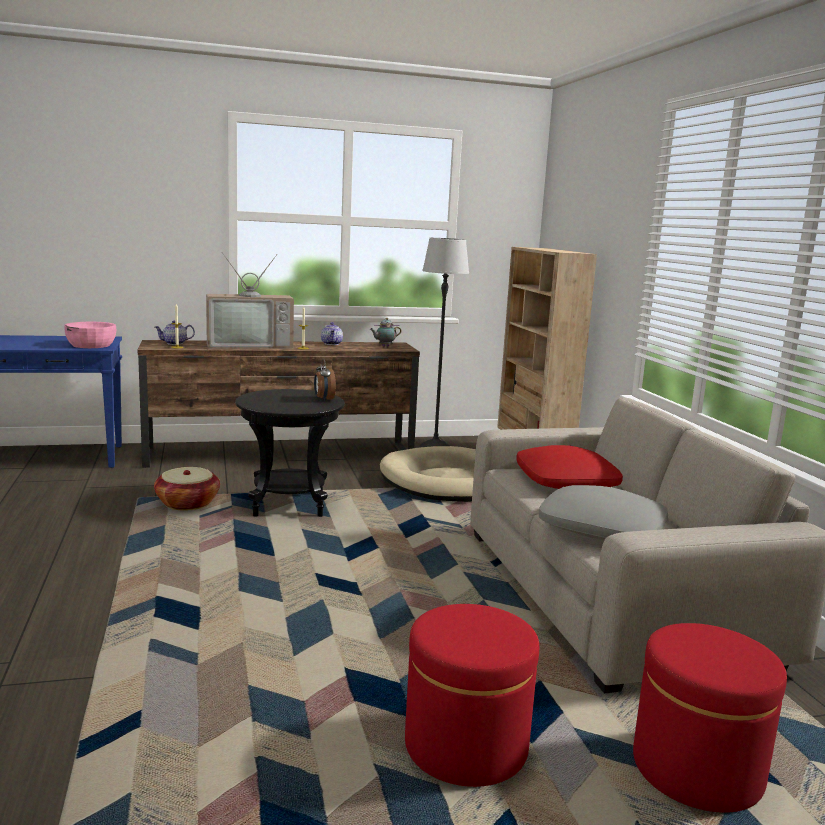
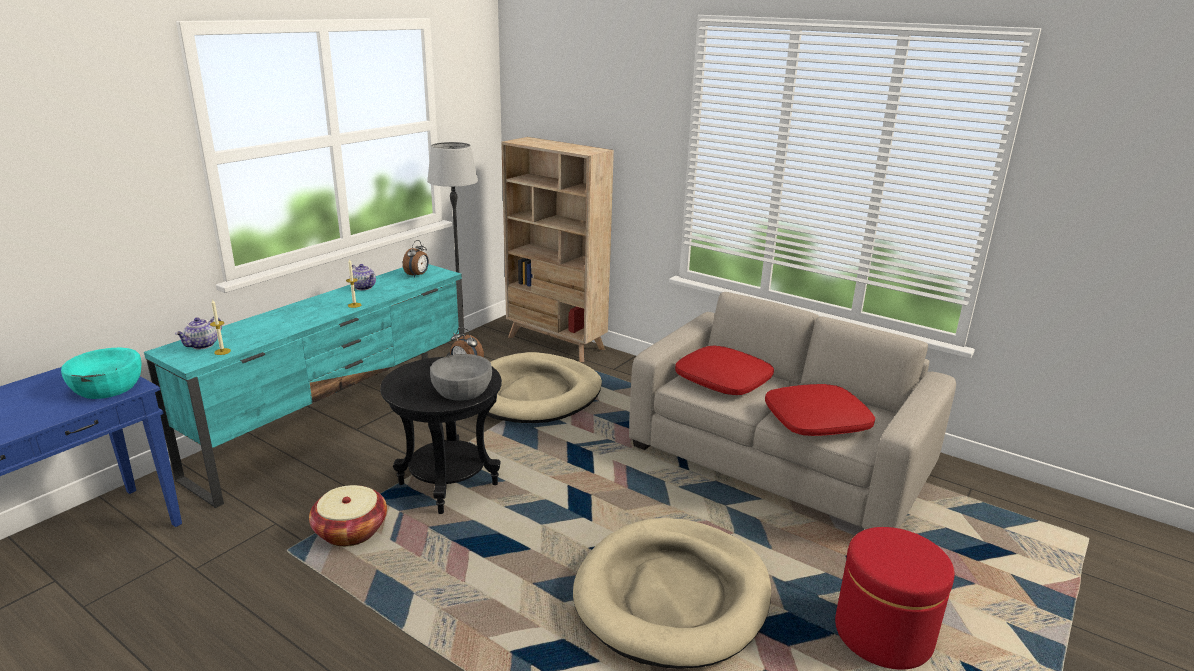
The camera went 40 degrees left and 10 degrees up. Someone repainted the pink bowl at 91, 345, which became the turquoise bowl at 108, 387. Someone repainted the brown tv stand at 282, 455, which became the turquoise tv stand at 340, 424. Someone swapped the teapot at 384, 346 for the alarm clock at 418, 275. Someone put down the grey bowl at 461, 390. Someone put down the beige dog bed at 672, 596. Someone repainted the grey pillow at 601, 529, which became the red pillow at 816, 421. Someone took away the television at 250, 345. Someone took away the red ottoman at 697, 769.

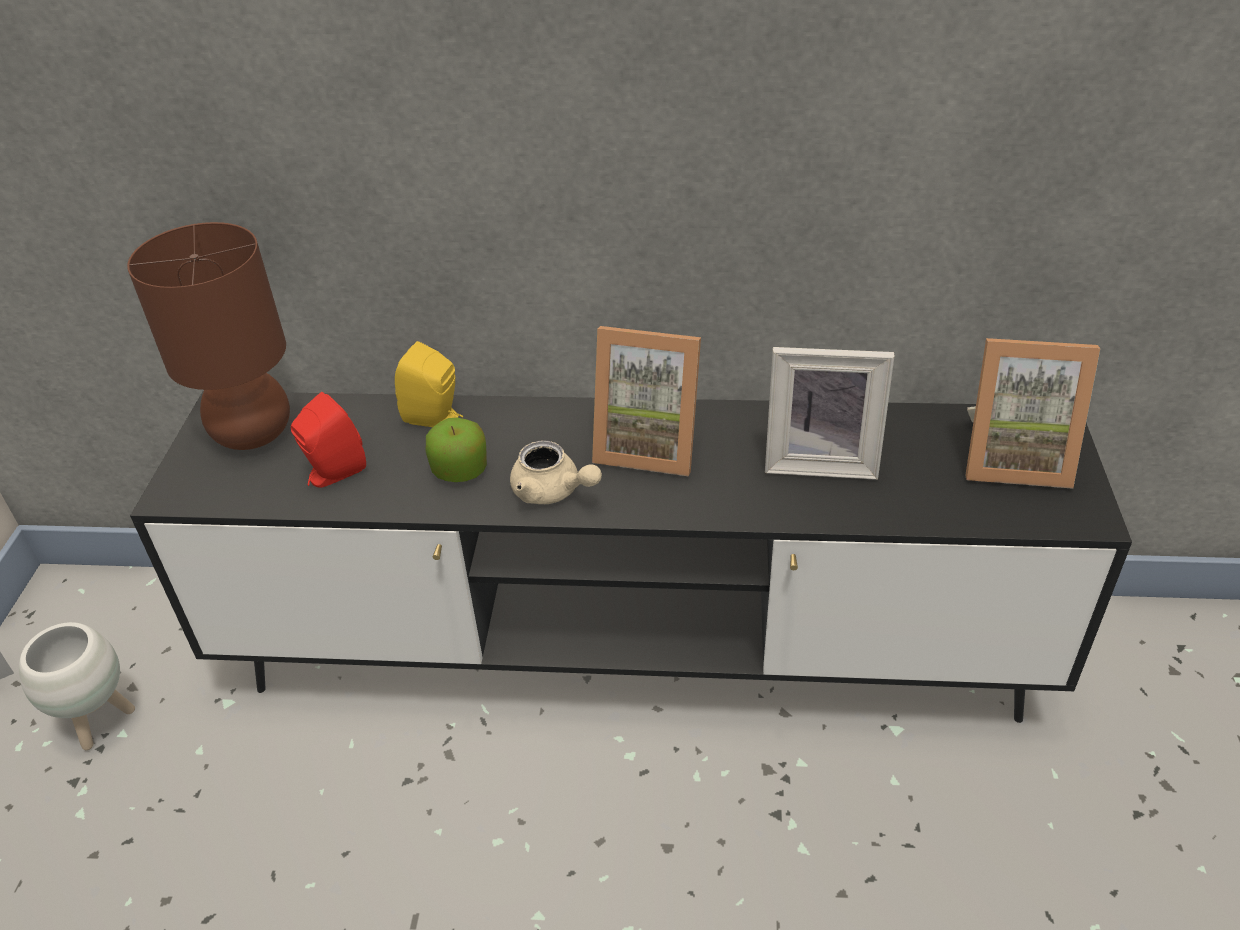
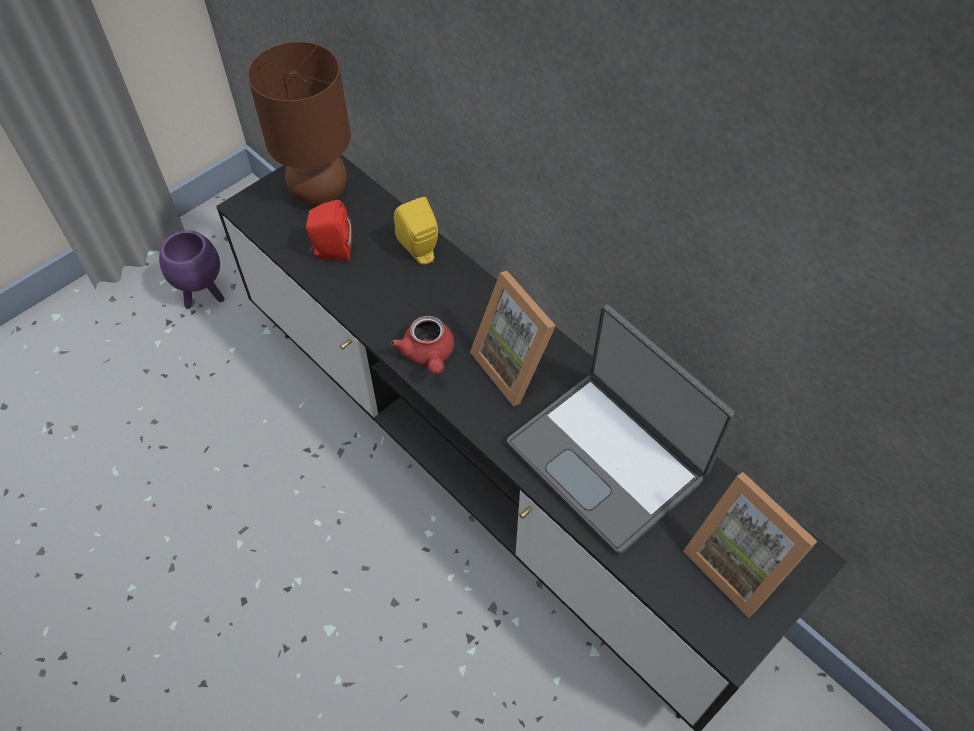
The camera went 40 degrees right and 15 degrees up. Someone repainted the white planter at 99, 723, which became the purple planter at 203, 296. Someone repainted the beige teapot at 553, 492, which became the red teapot at 428, 355. Someone swapped the picture frame at 820, 461 for the laptop at 608, 459. Someone took away the apple at 460, 470.

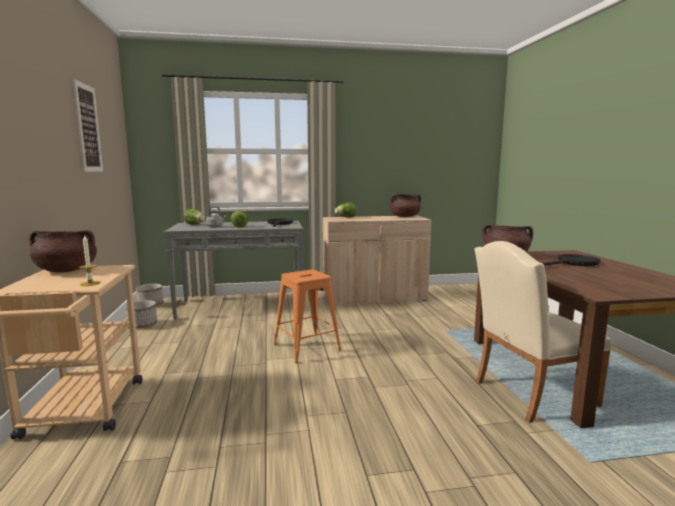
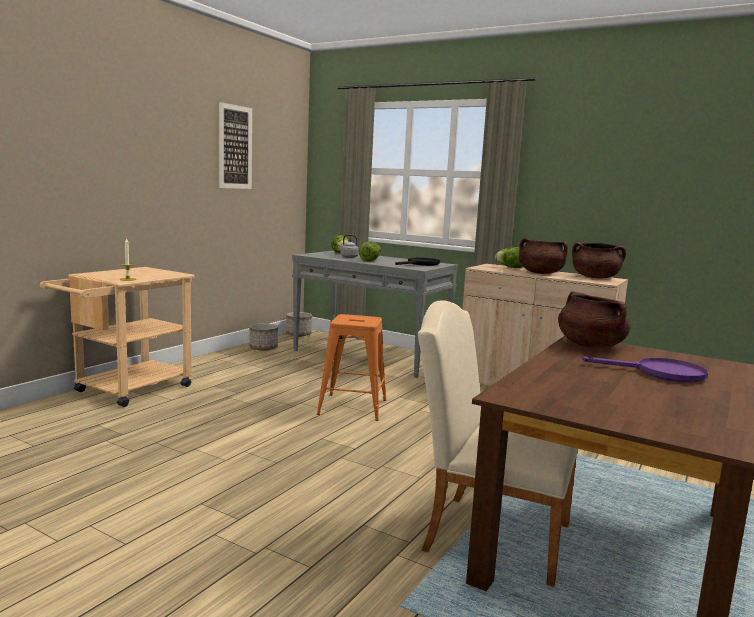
The camera went 40 degrees right and 0 degrees up. Someone carried the brown cooking pot from 66, 271 to 540, 273. Someone repainted the black frying pan at 574, 263, which became the purple frying pan at 660, 373.

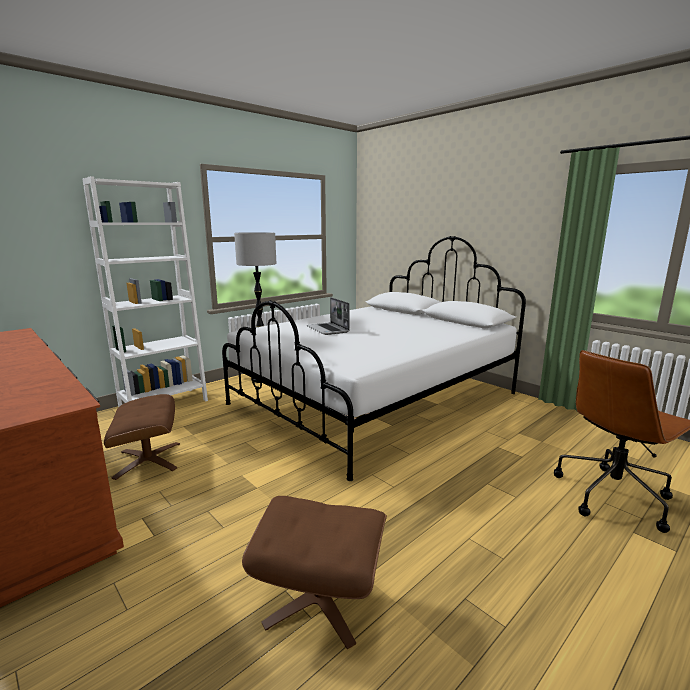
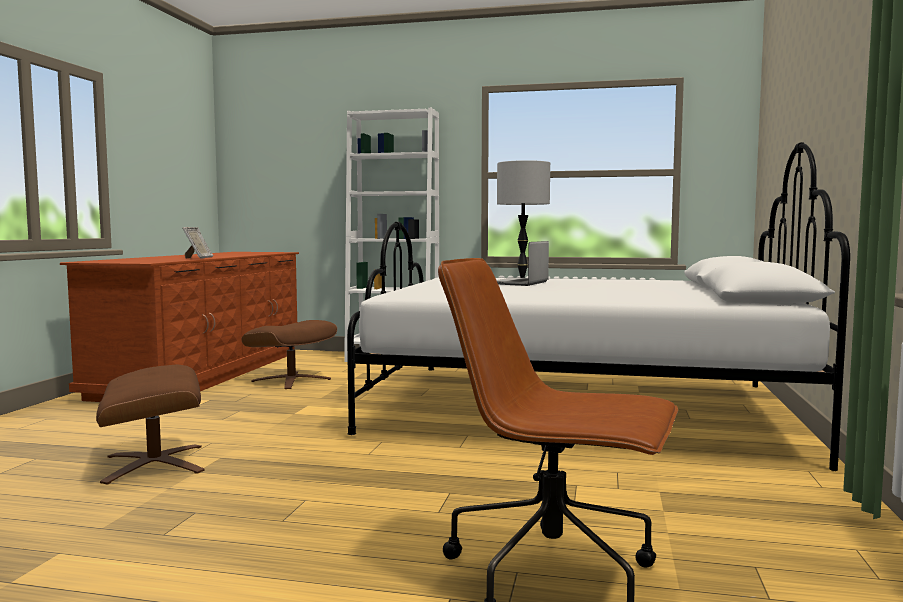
The camera went 55 degrees right and 10 degrees down. Someone put down the picture frame at 198, 258.

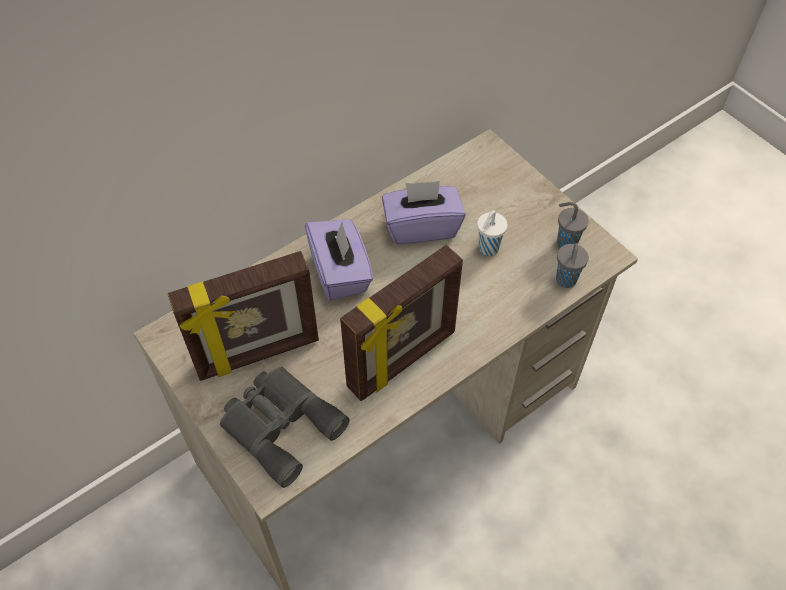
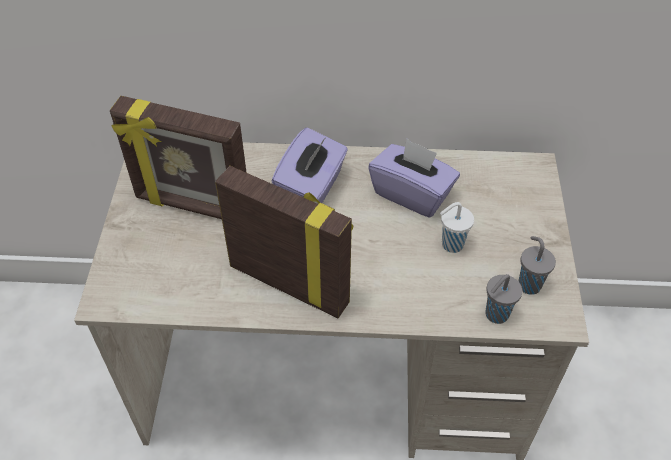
The camera went 40 degrees right and 5 degrees down. Someone rotated the picture frame at 403, 360 by 150 degrees counterclockwise. Someone took away the grey binoculars at 280, 424.

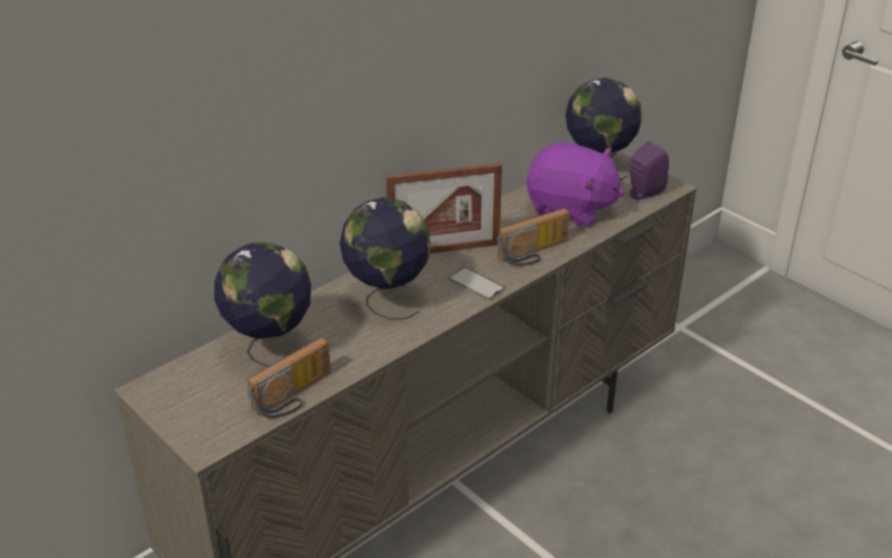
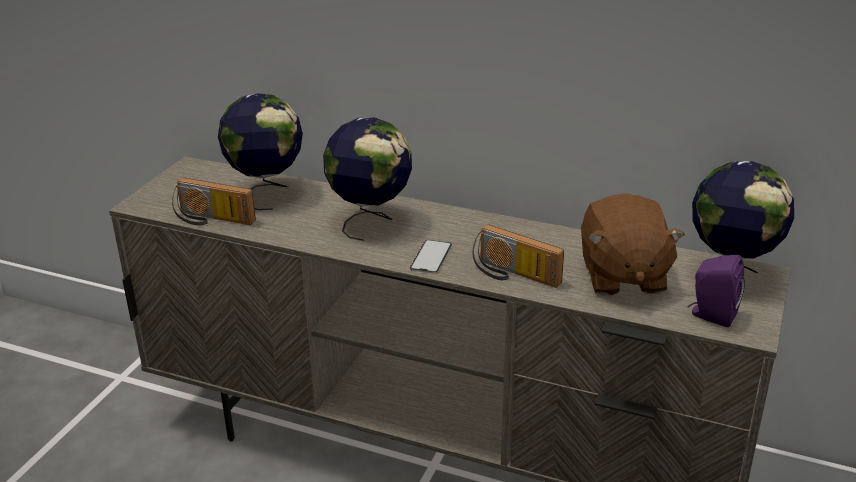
The camera went 65 degrees right and 5 degrees down. Someone repainted the purple plush toy at 571, 208, which became the brown plush toy at 622, 276. Someone took away the picture frame at 444, 250.

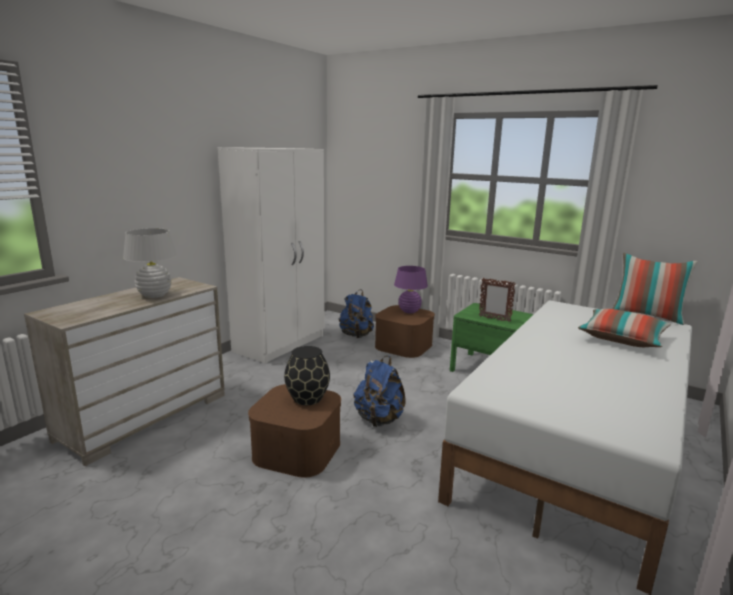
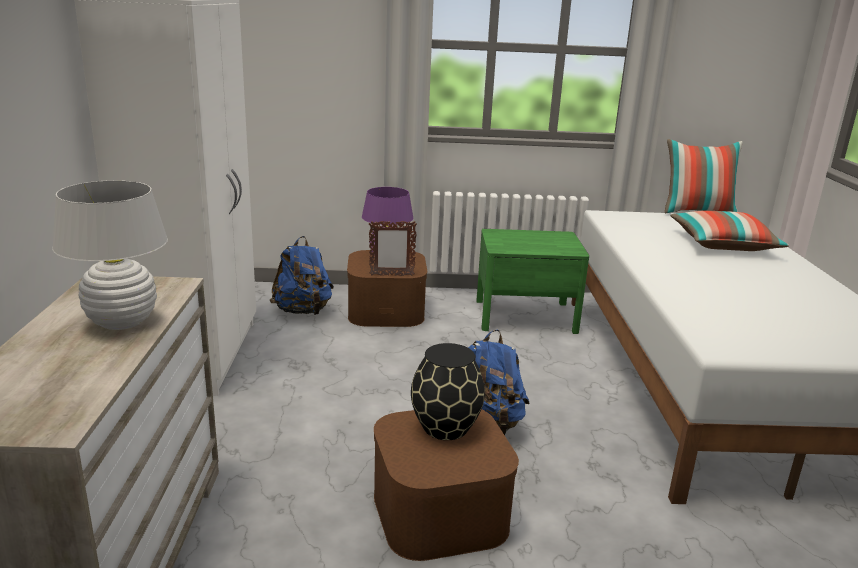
The camera went 35 degrees left and 5 degrees up. Someone carried the picture frame from 494, 319 to 391, 275.

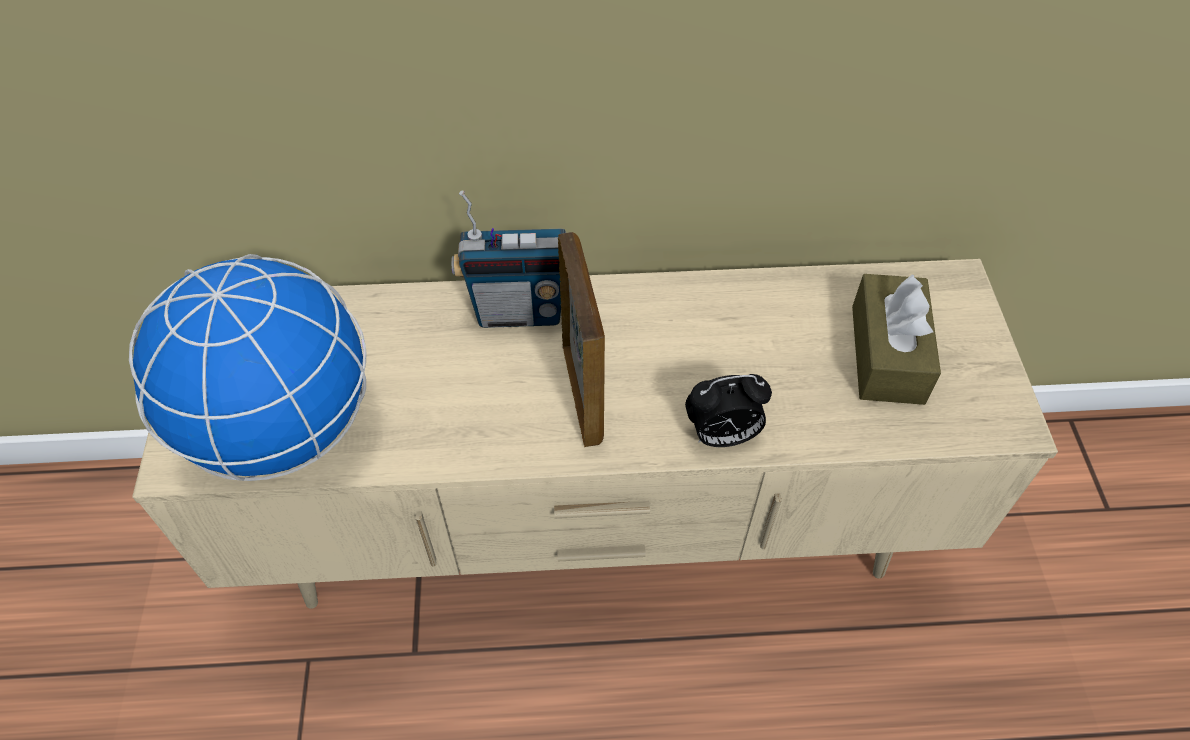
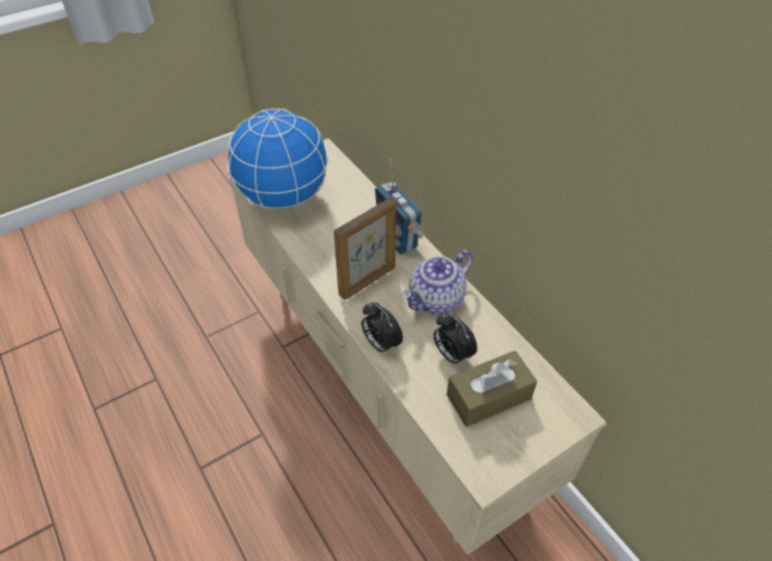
The camera went 60 degrees right and 5 degrees down. Someone put down the teapot at 436, 300. Someone put down the alarm clock at 452, 354.

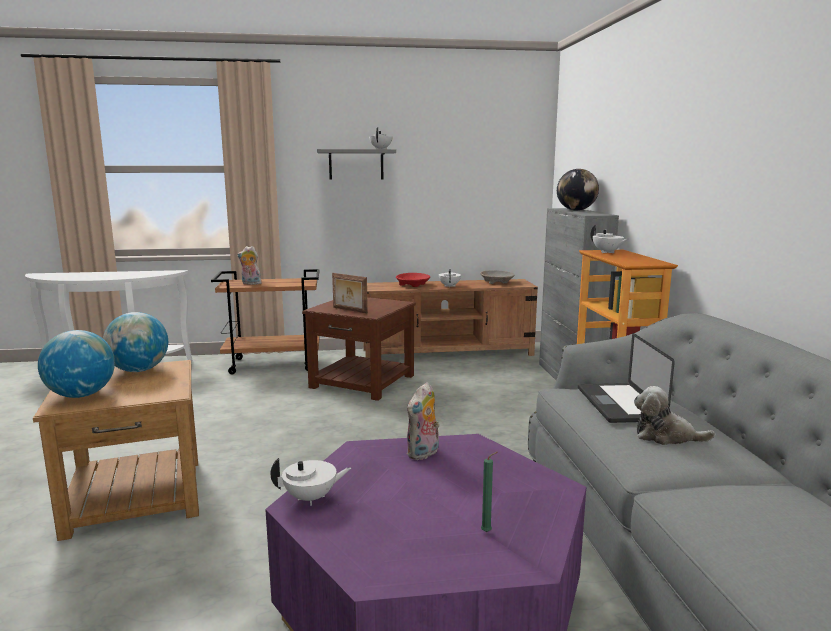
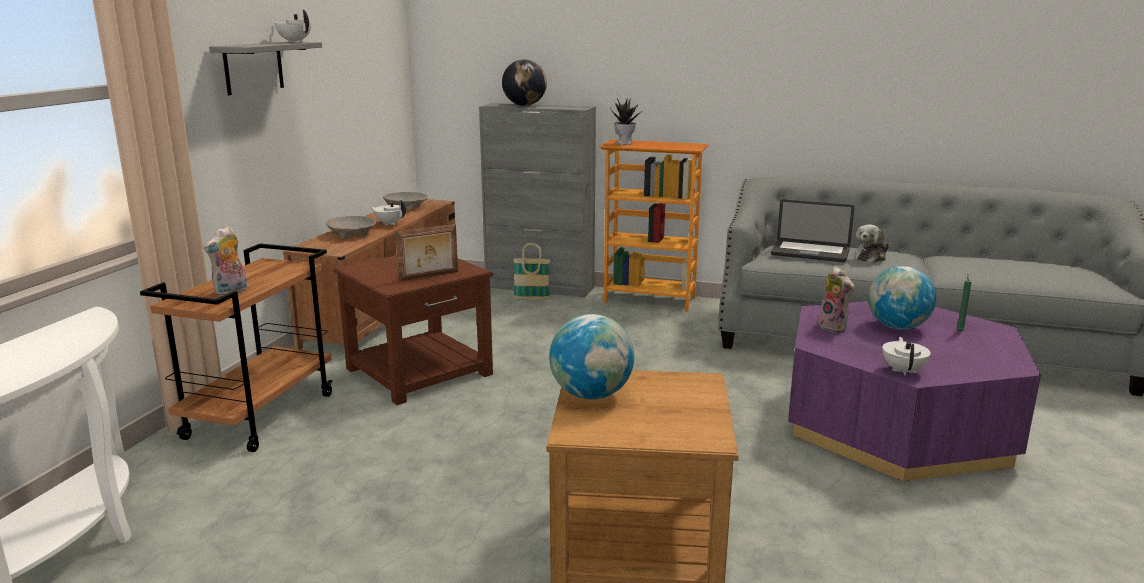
The camera went 65 degrees left and 5 degrees up. Someone repainted the red bowl at 413, 285, which became the beige bowl at 352, 234. Someone put down the basket at 532, 298. Someone swapped the white teapot at 607, 252 for the potted plant at 624, 143. Someone carried the globe from 81, 395 to 897, 327.

